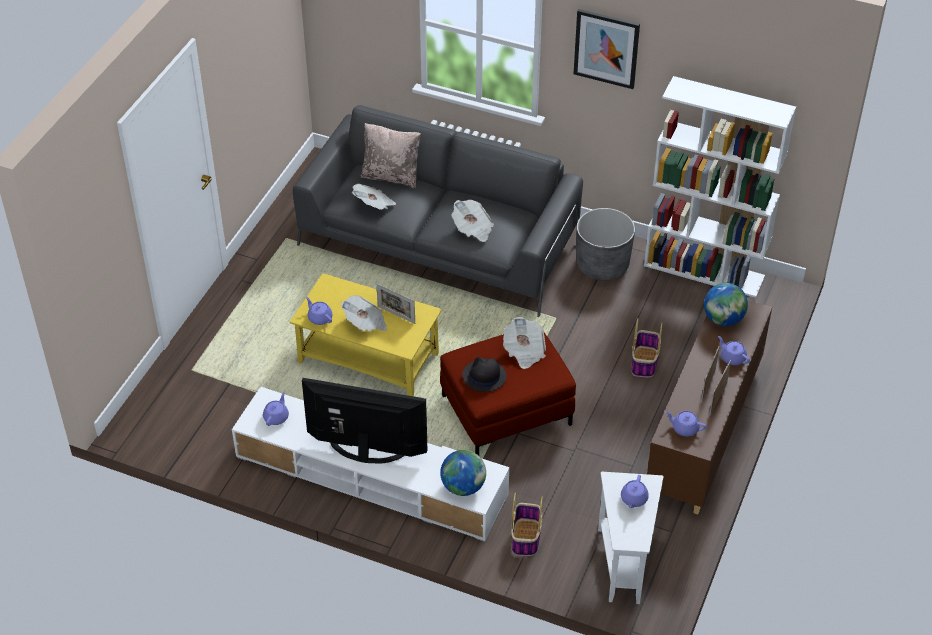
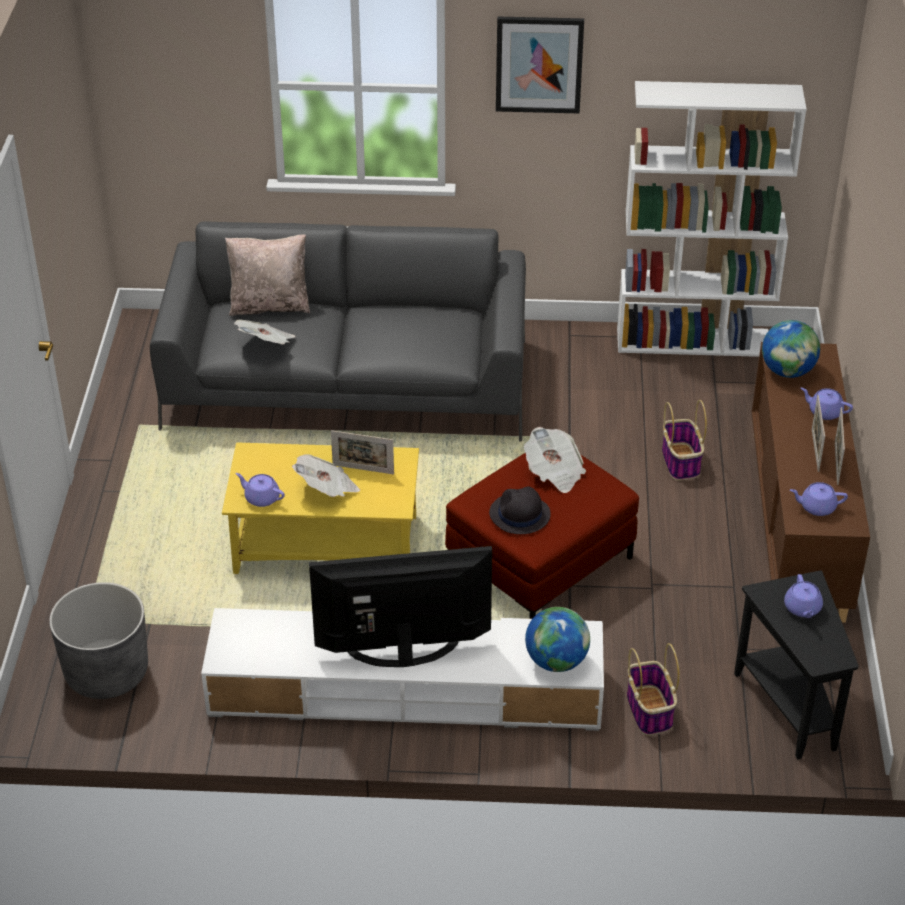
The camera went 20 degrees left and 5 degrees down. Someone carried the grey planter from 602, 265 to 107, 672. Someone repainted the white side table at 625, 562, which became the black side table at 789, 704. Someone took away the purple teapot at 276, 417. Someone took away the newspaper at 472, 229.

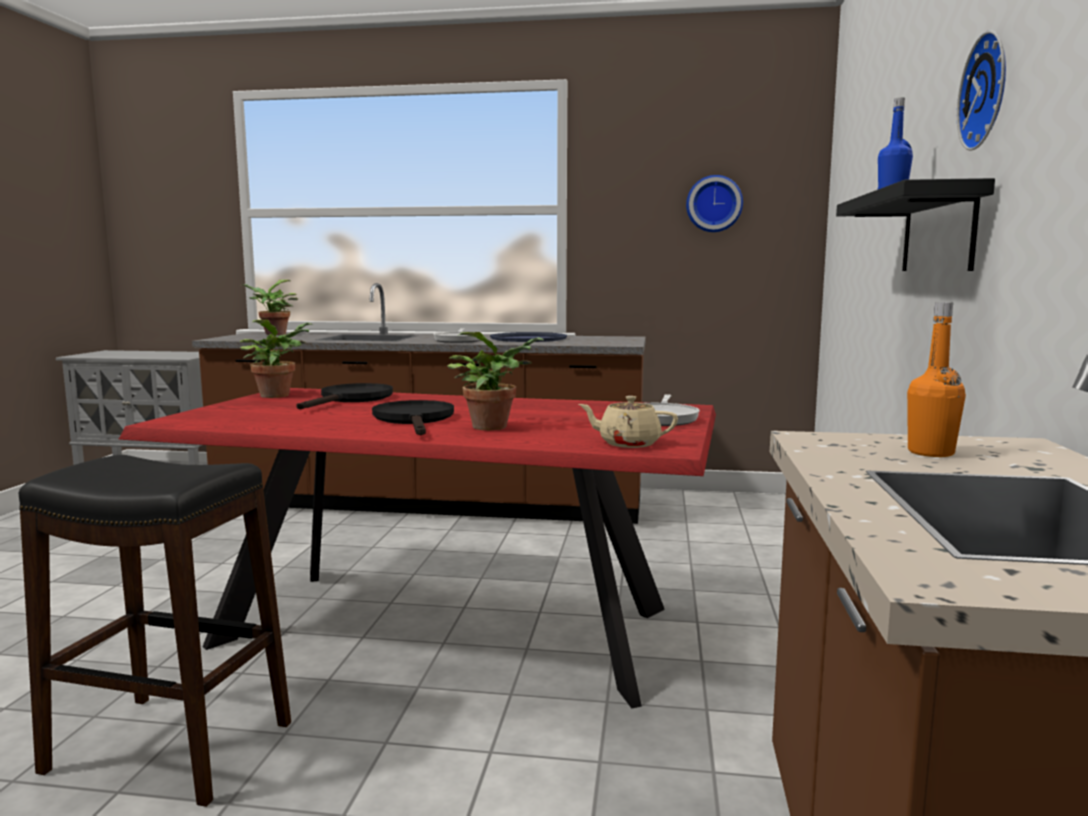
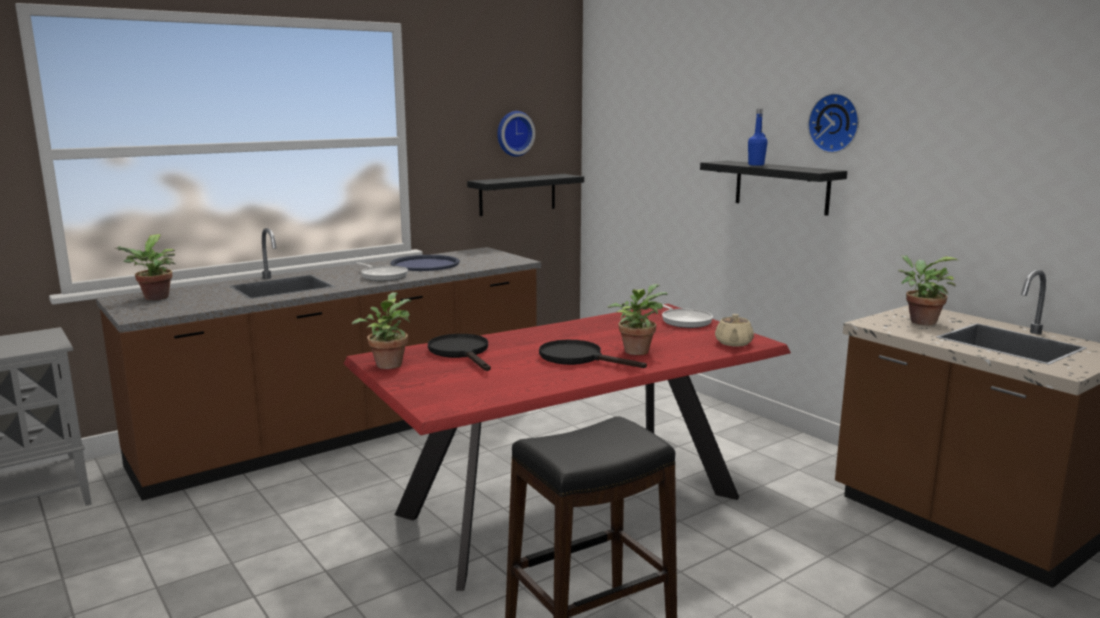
The camera went 45 degrees left and 5 degrees up. Someone put up the black shelf at 517, 194. Someone rotated the beige teapot at 628, 443 by 45 degrees counterclockwise. Someone swapped the orange bottle at 930, 452 for the potted plant at 919, 321.

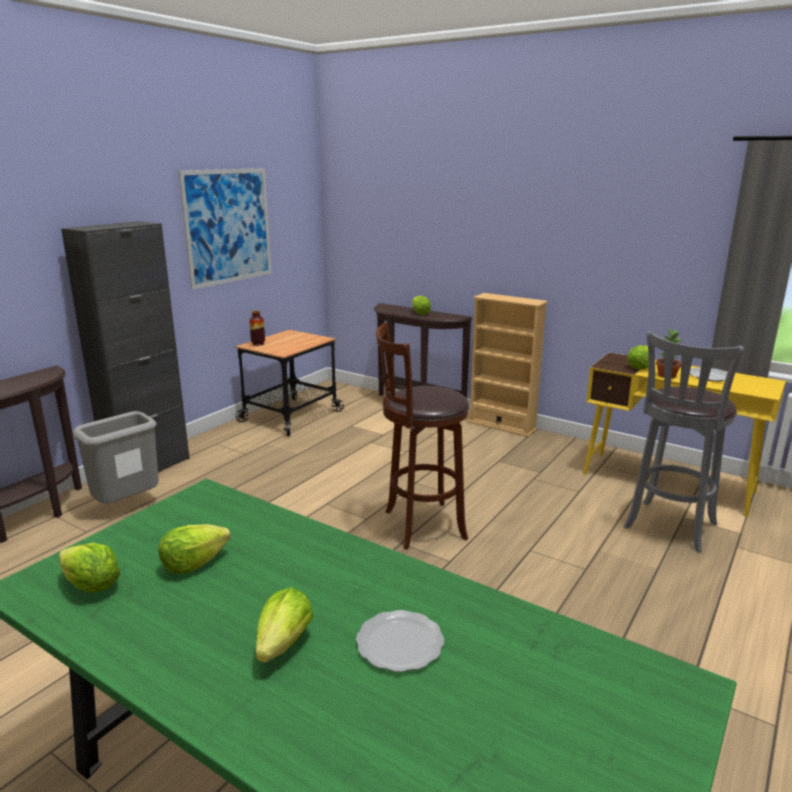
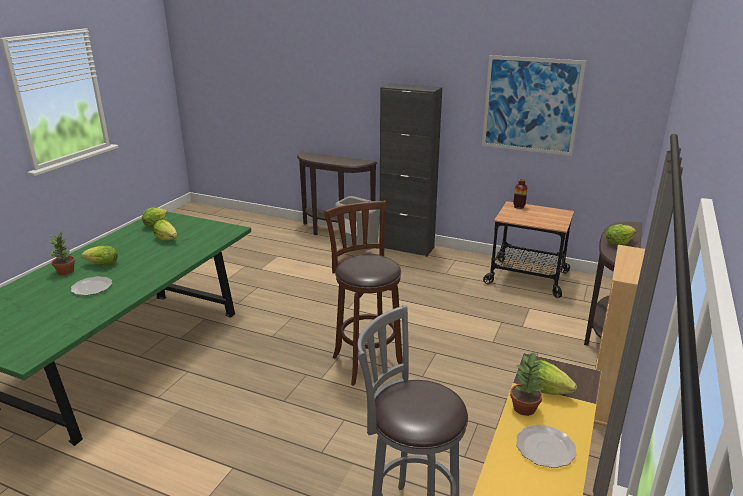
The camera went 80 degrees right and 5 degrees up. Someone put down the potted plant at 66, 271.

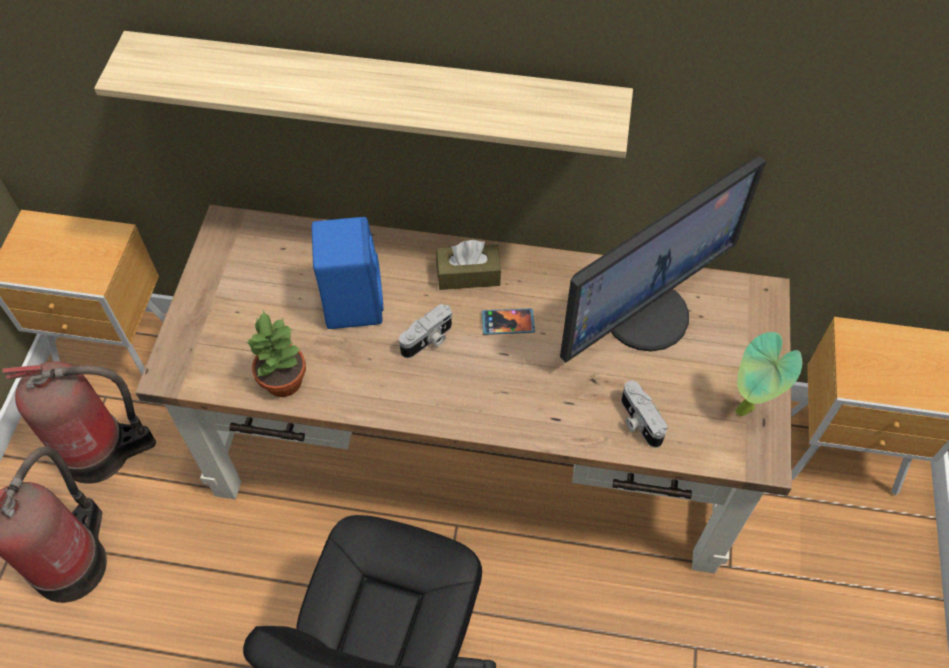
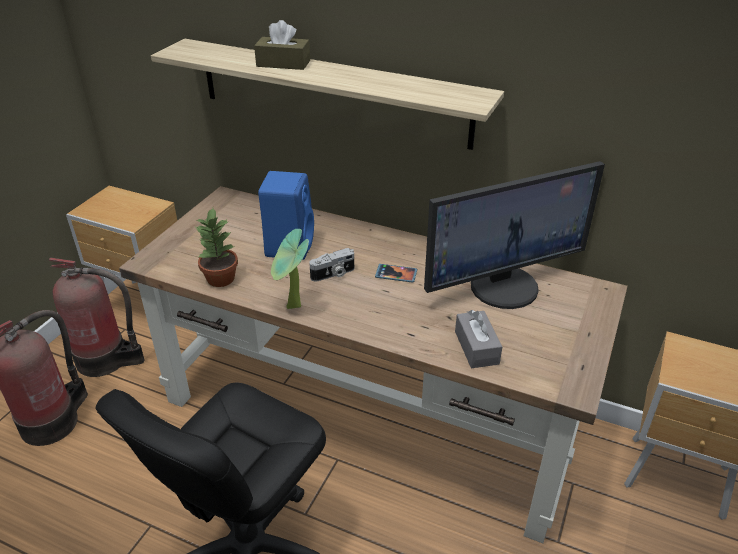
The camera went 15 degrees right and 20 degrees down. Someone carried the brown tissue box from 468, 275 to 283, 63. Someone carried the potted plant from 745, 413 to 292, 308. Someone swapped the photo camera at 638, 421 for the grey tissue box at 476, 347.

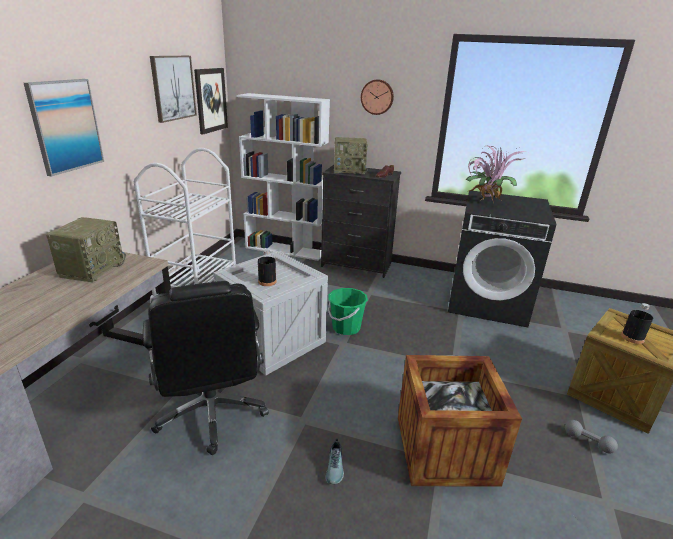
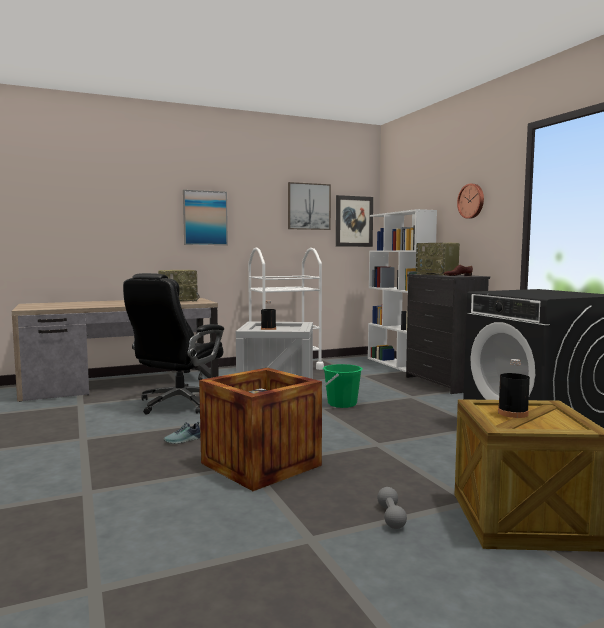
The camera went 50 degrees right and 20 degrees down. Someone took away the potted plant at 486, 202.

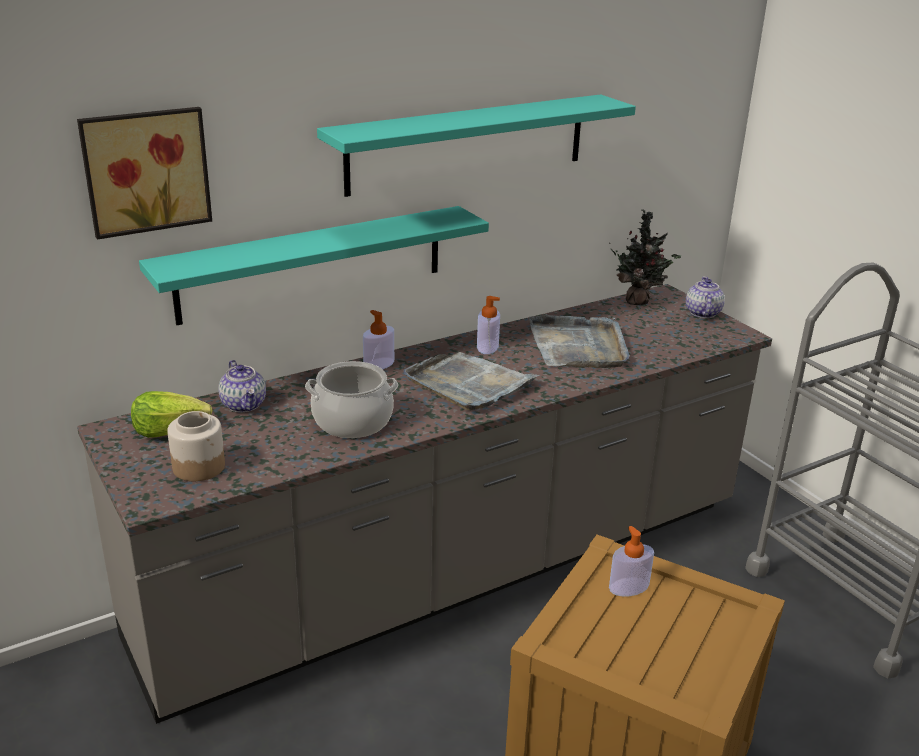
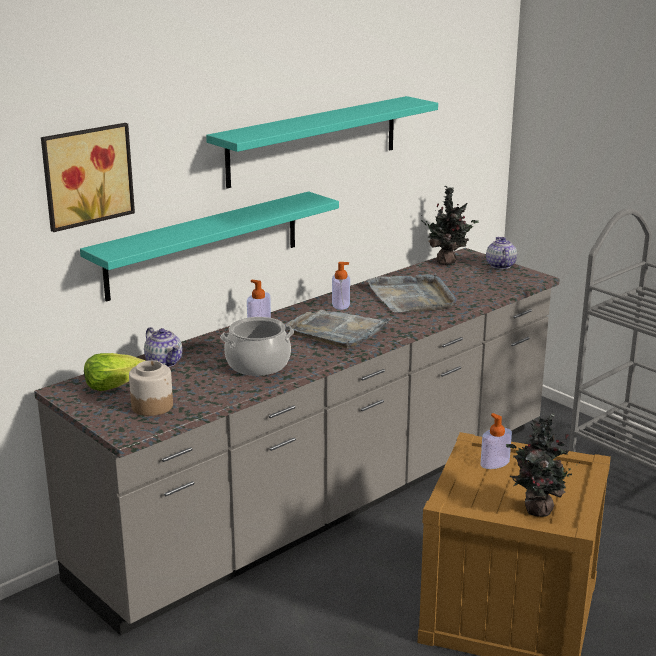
The camera went 10 degrees left and 5 degrees down. Someone put down the potted plant at 535, 510.

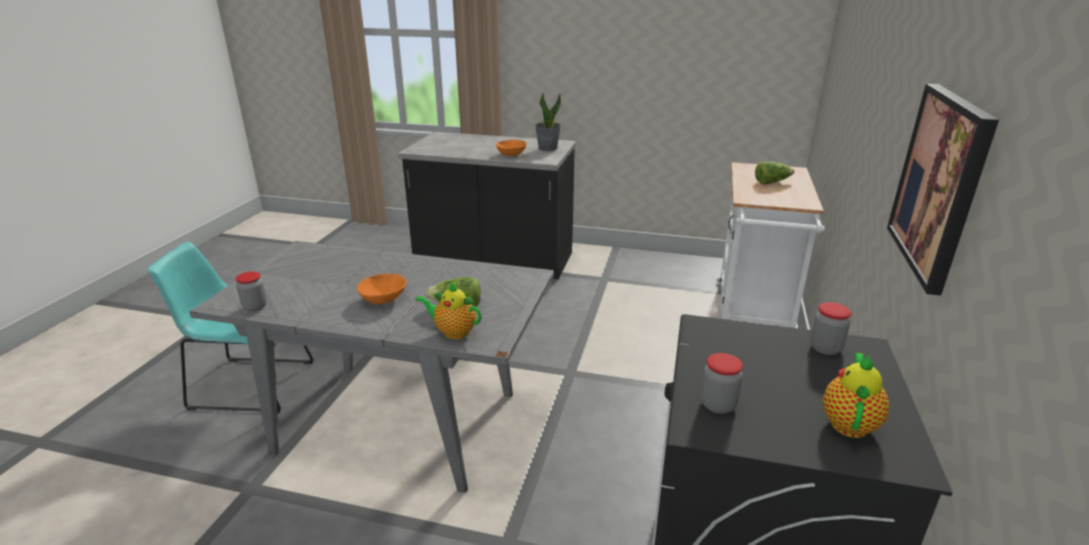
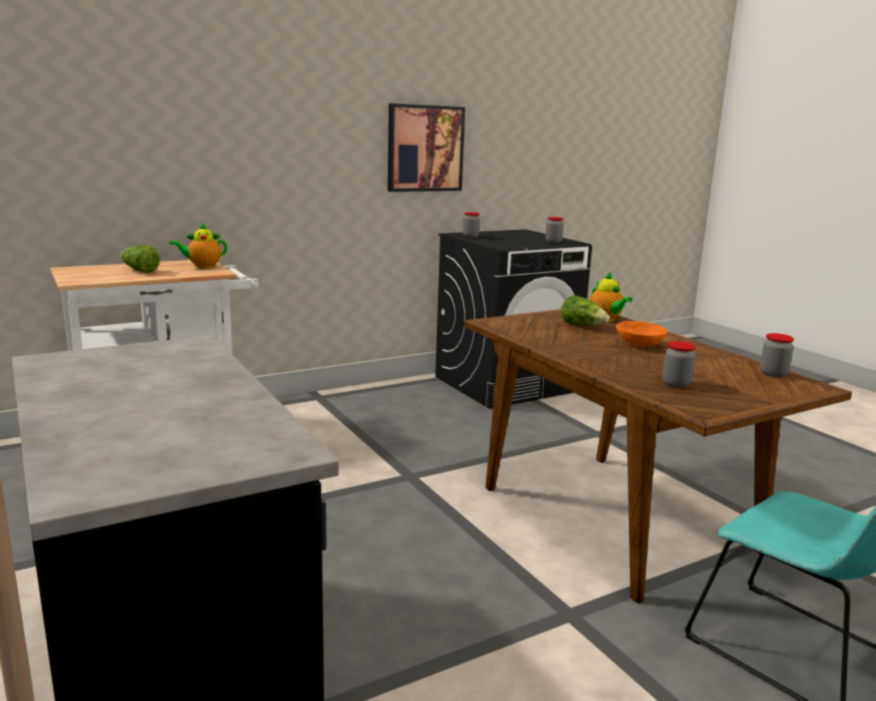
The camera went 135 degrees left and 10 degrees down. Someone carried the teapot from 849, 422 to 202, 266. Someone repainted the grey dining table at 400, 421, which became the brown dining table at 613, 517. Someone put down the jar at 676, 384. Someone took away the orange bowl at 511, 154. Someone took away the potted plant at 547, 148.

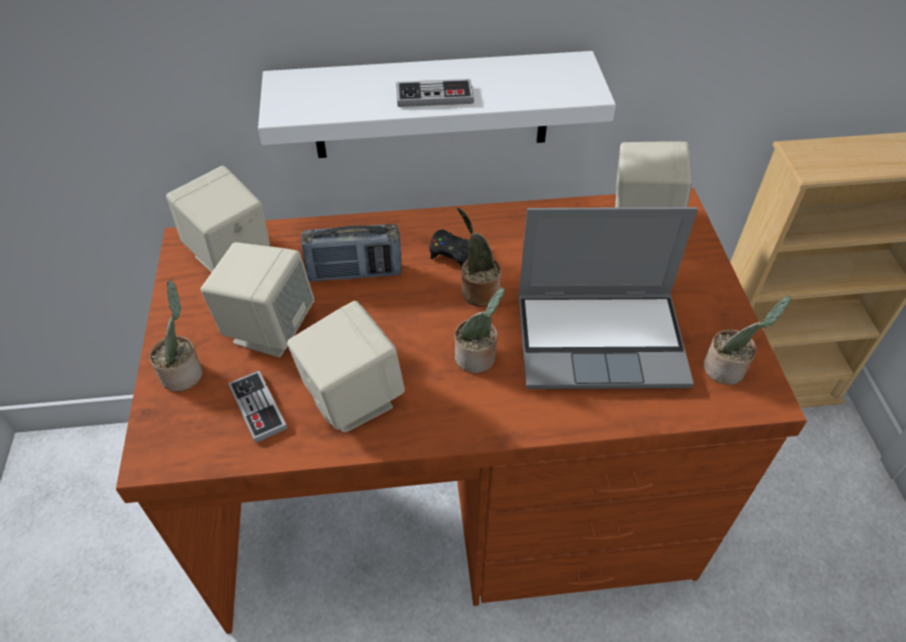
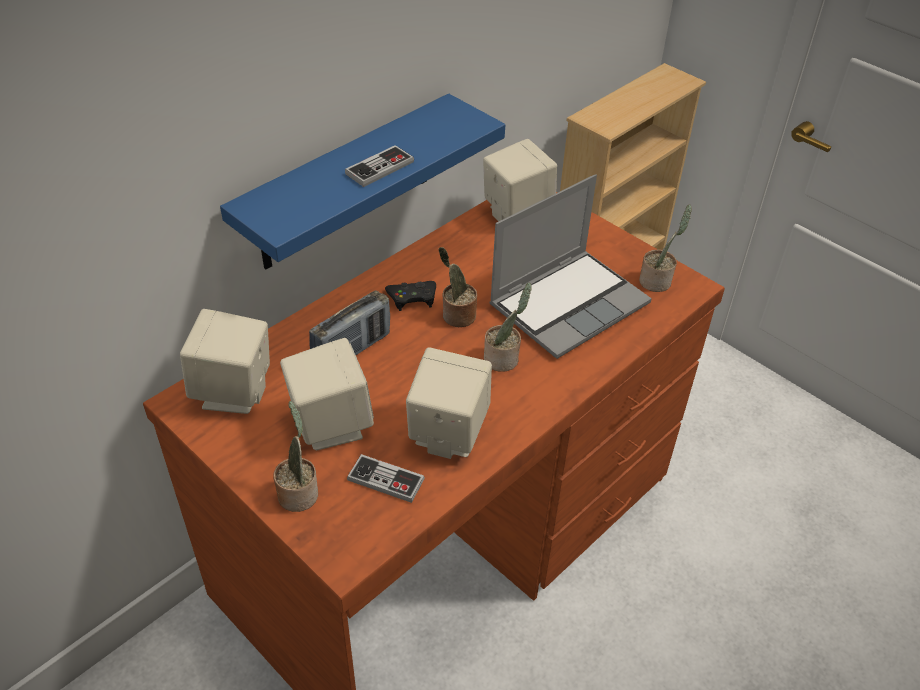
The camera went 40 degrees left and 5 degrees down. Someone repainted the white shelf at 431, 106, which became the blue shelf at 346, 184.

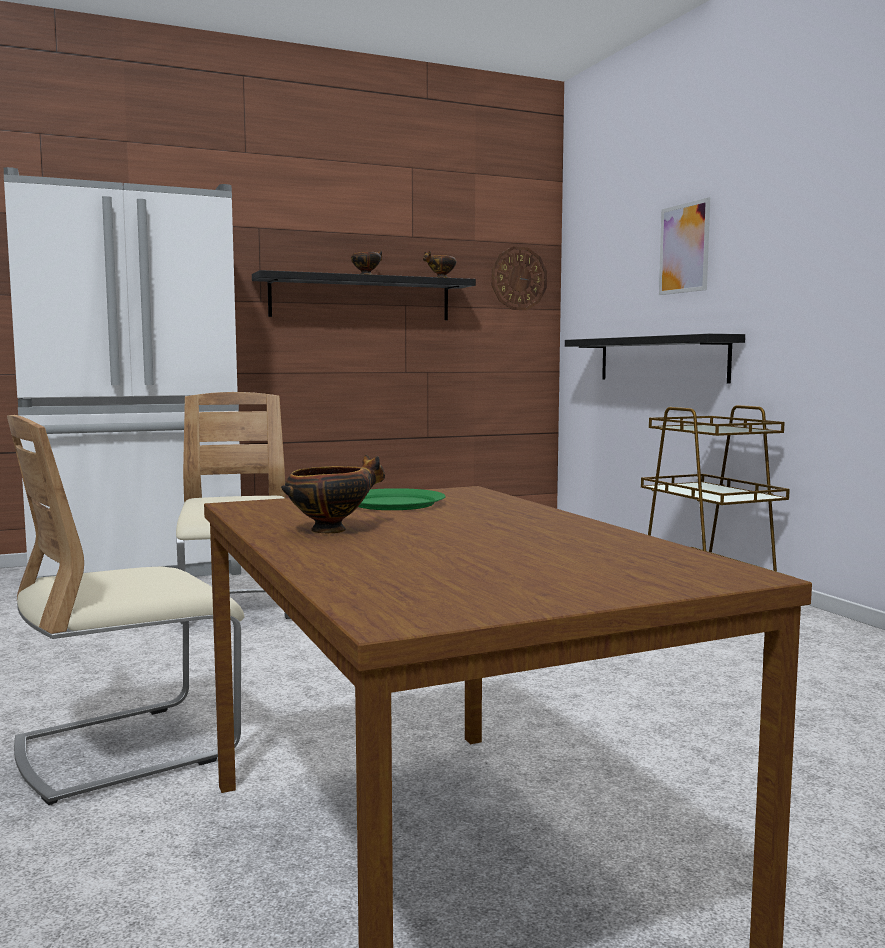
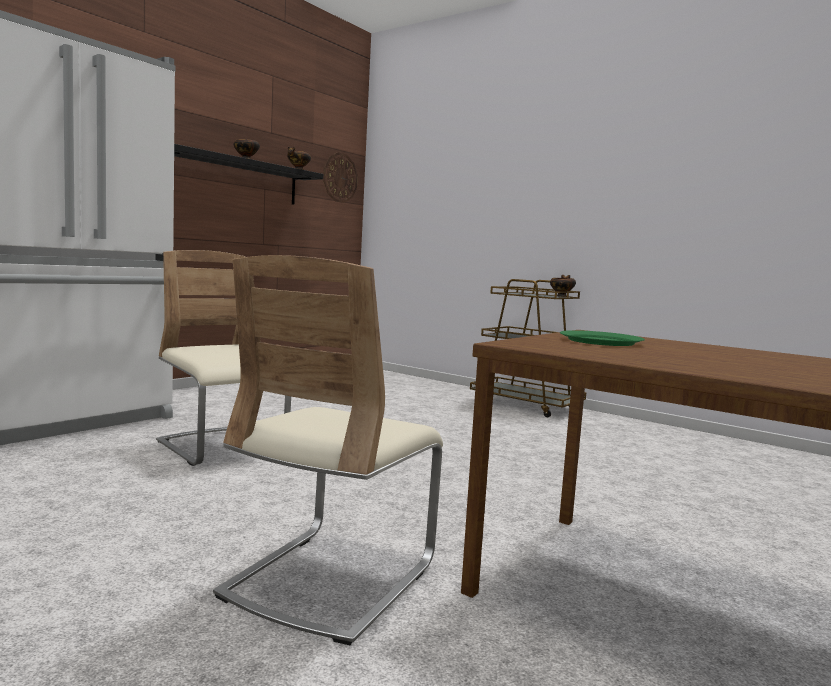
The camera went 30 degrees left and 0 degrees up. Someone carried the bowl from 332, 529 to 561, 296. Someone took away the black shelf at 661, 359. Someone took away the picture at 684, 248.

